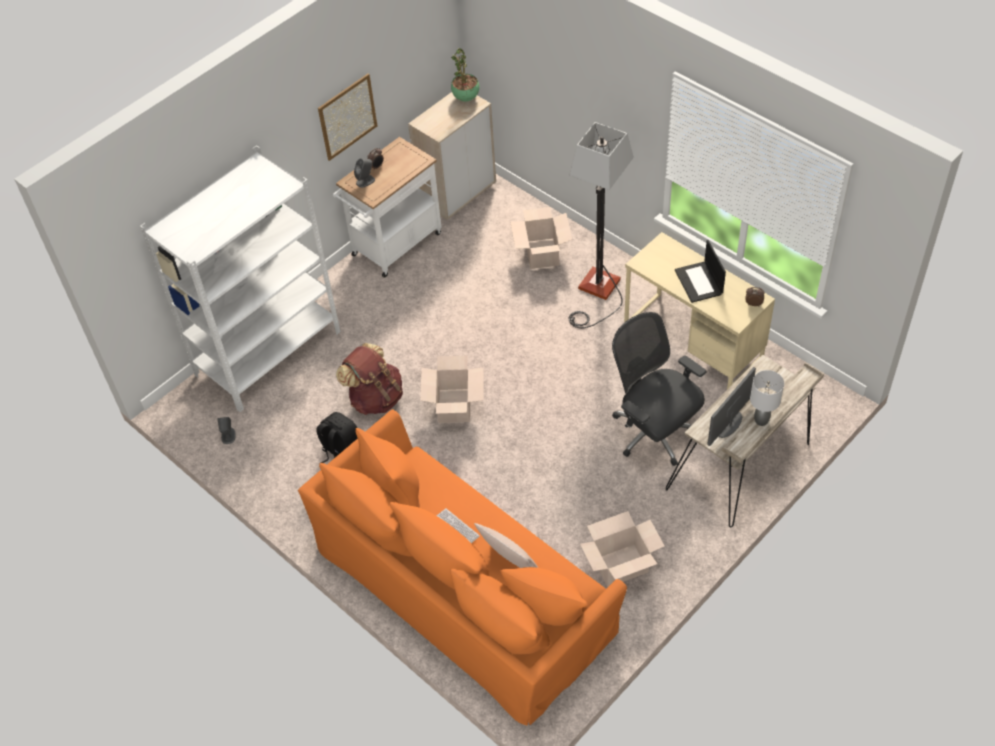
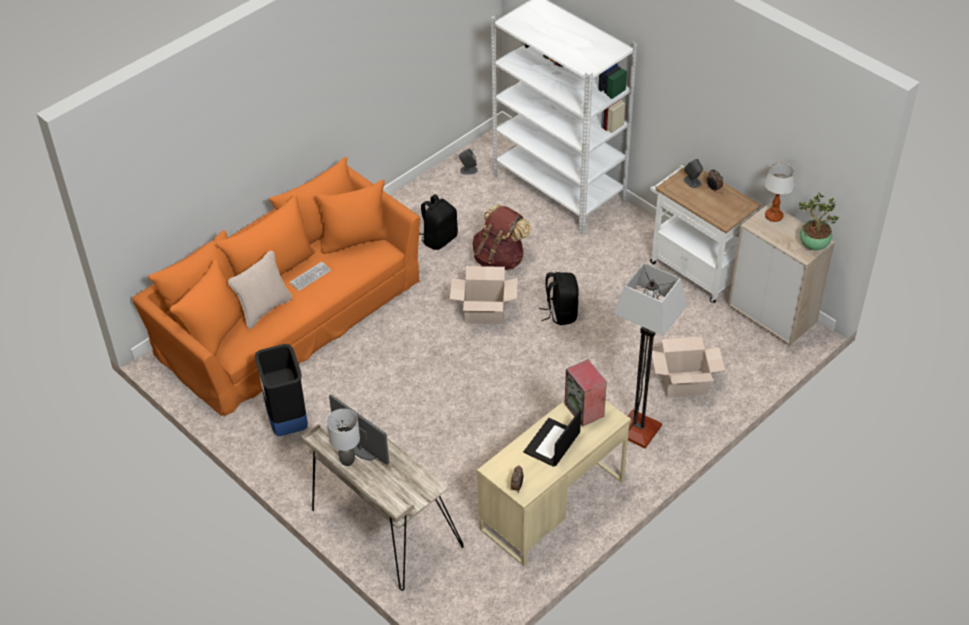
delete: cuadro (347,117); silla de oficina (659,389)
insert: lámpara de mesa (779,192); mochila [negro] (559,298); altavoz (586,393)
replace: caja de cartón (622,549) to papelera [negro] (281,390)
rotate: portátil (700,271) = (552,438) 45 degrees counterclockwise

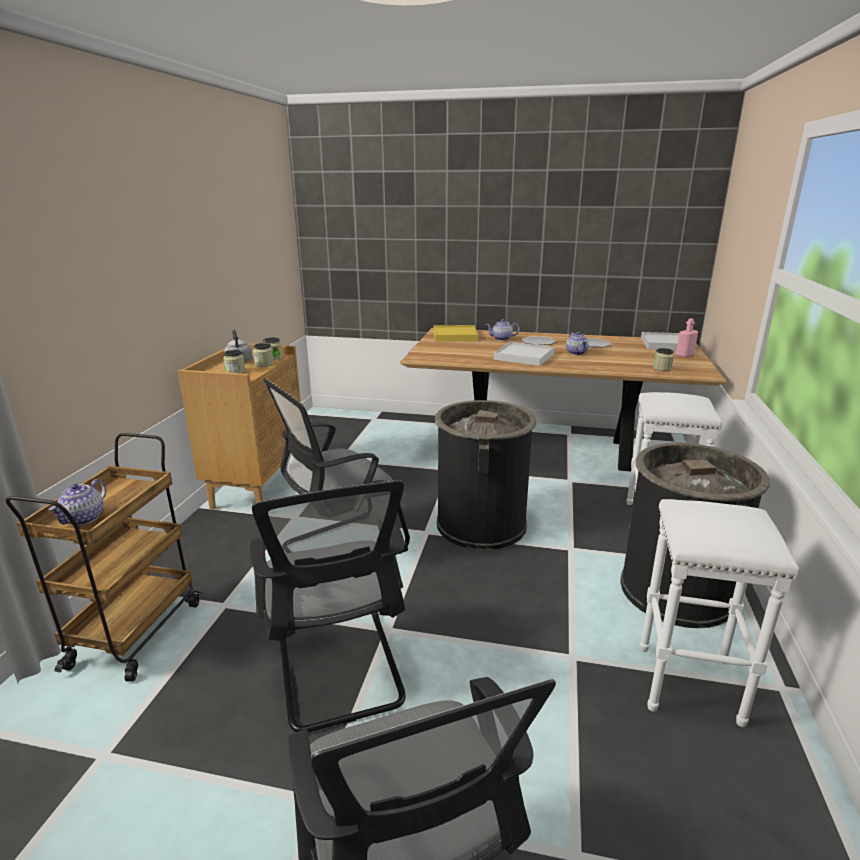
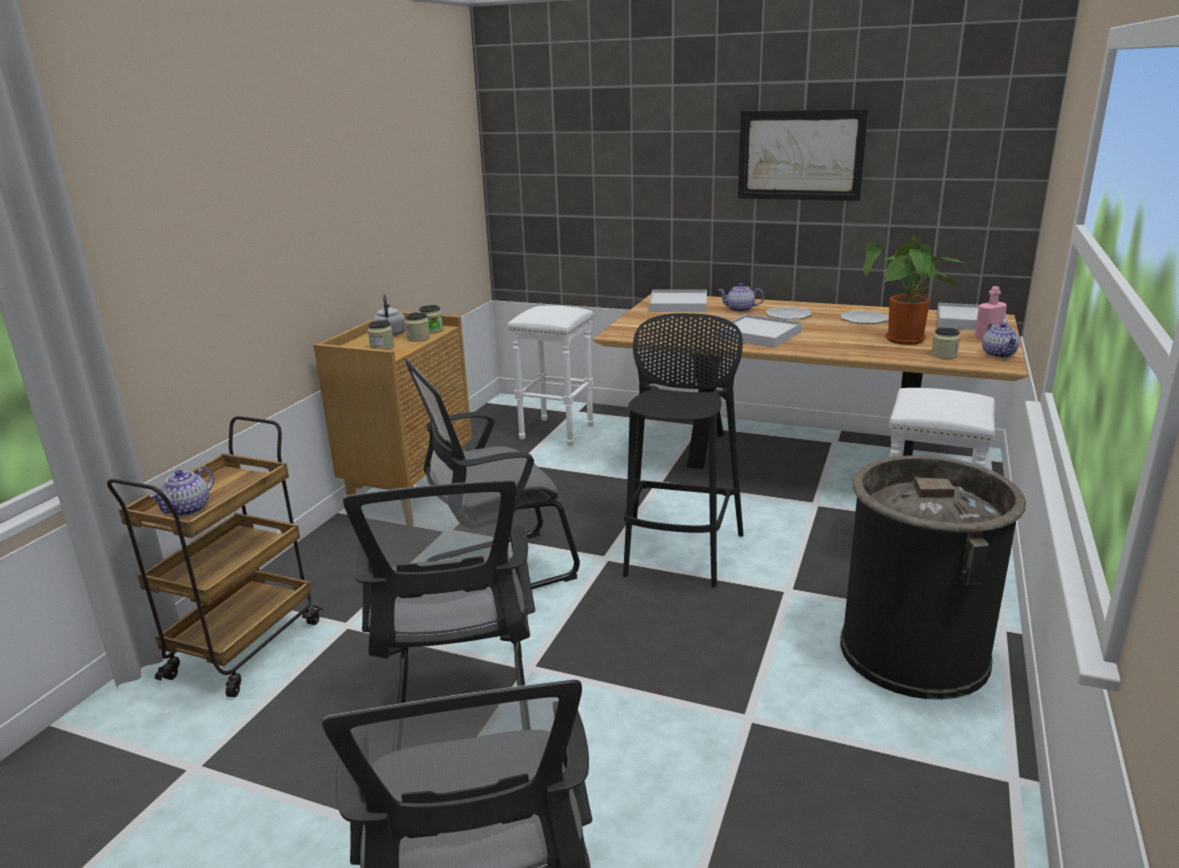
insert: cuadro (803,155); planta en maceta (915,289)
move: tetera (577,343) to (1000,340); taburete [blanco] (719,613) to (550,375)
replace: papelera [negro] (485,475) to taburete [negro] (683,450)
recolor: bandeja [amarillo] (456,333) to bandeja [blanco] (678,301)

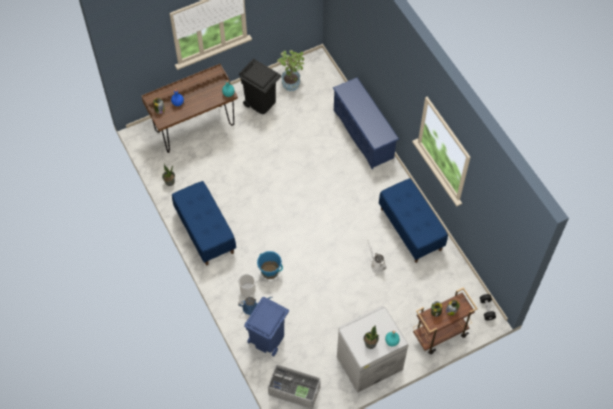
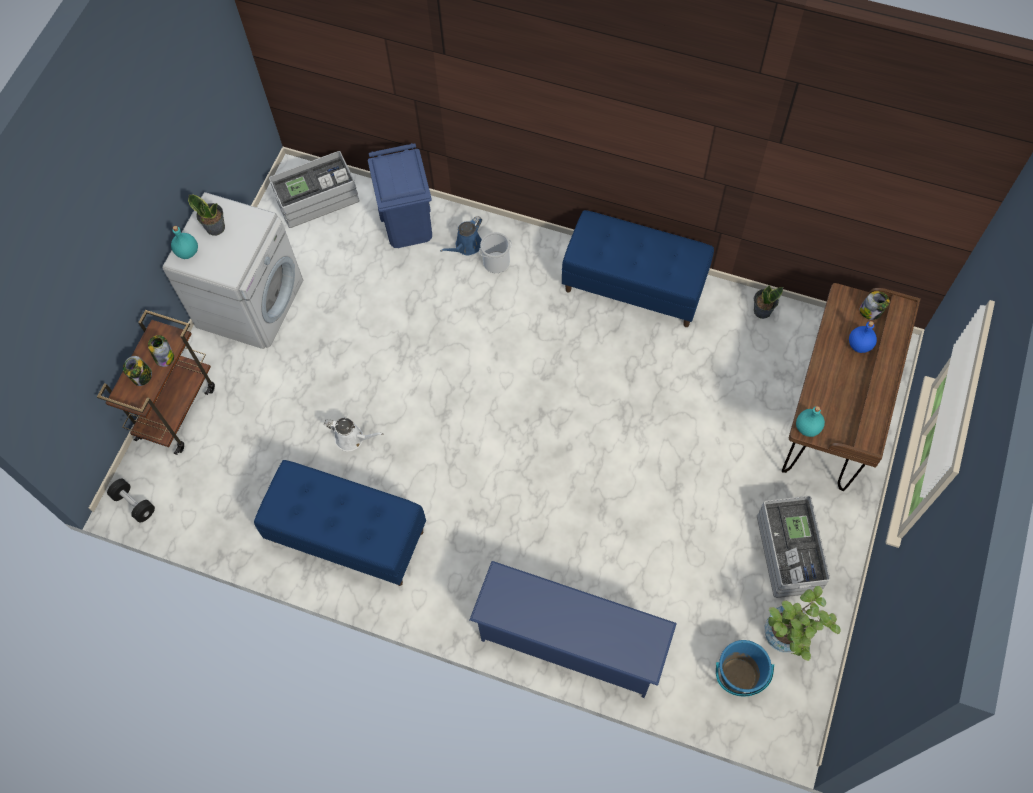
move: cubo [azul] (270,265) to (745,668)
replace: papelera [negro] (260,86) to caja de almacenaje [gris] (793,547)

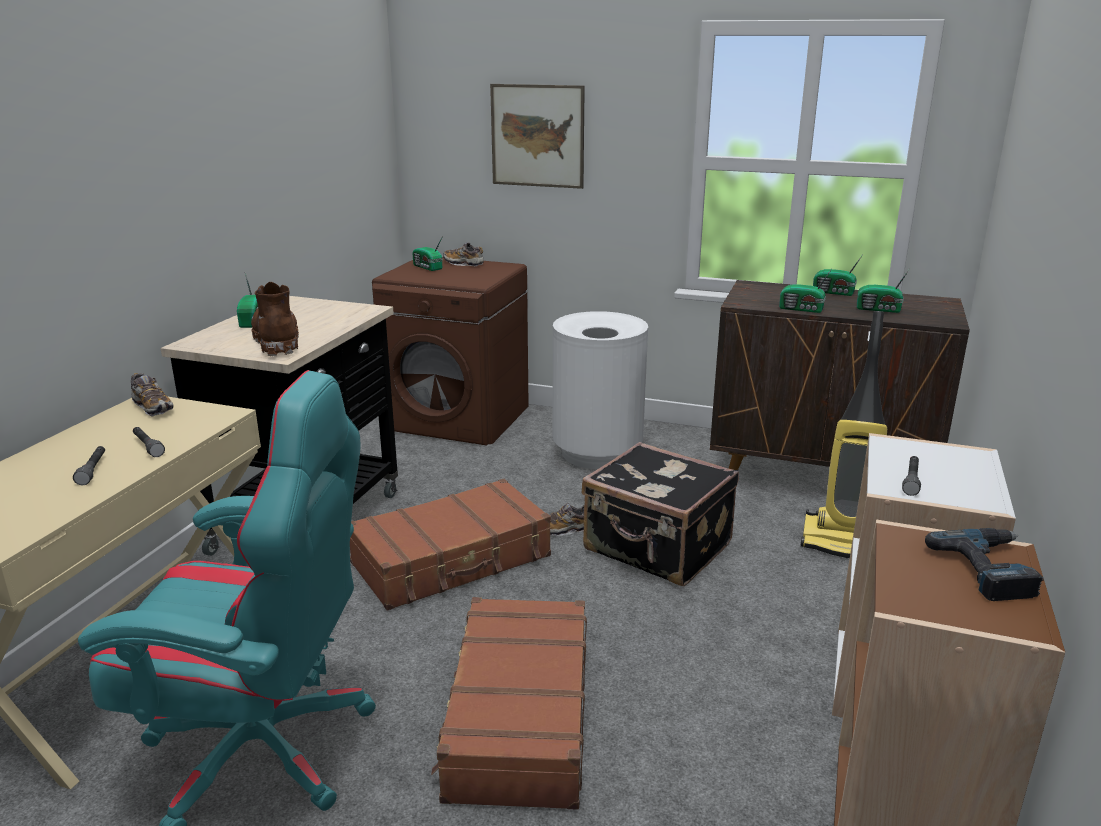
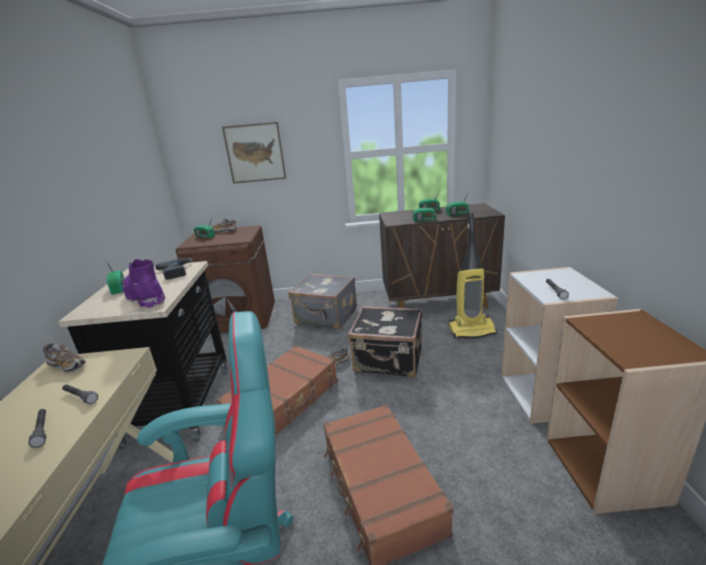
move: taladro (984,564) to (174,269)
replace: papelera [blanco] (600,390) to maleta [gris] (322,301)
recolor: bota [marrón] (275,319) to bota [morado] (144,284)

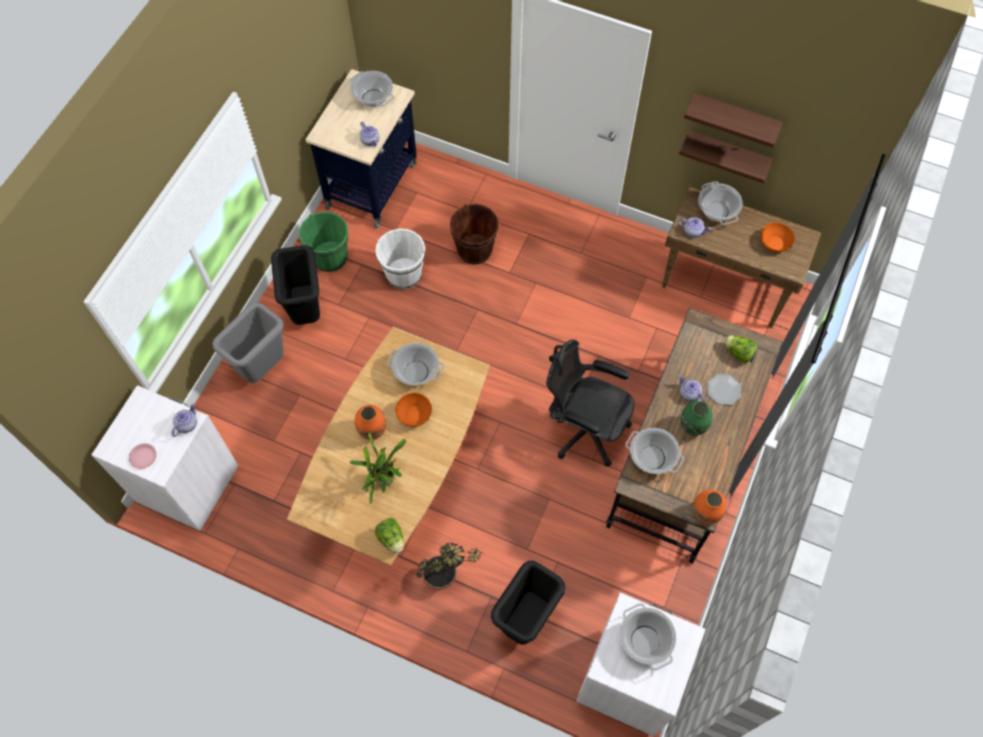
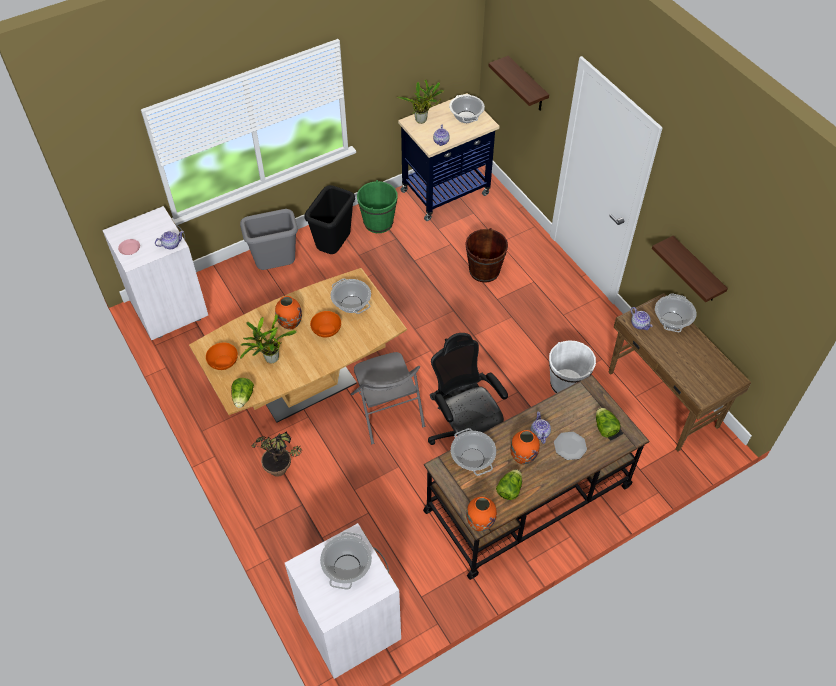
delete: papelera [negro] (528,602)
insert: planta en maceta (420,101); silla [gris] (388,398); lechuga (509,484)
move: estante (733,120) to (519,83); cuenco [naranja] (777,237) to (222,356); cubo [blanco] (400,259) to (572,366)
recolor: florero [verde] (696,418) to florero [naranja] (525,447)

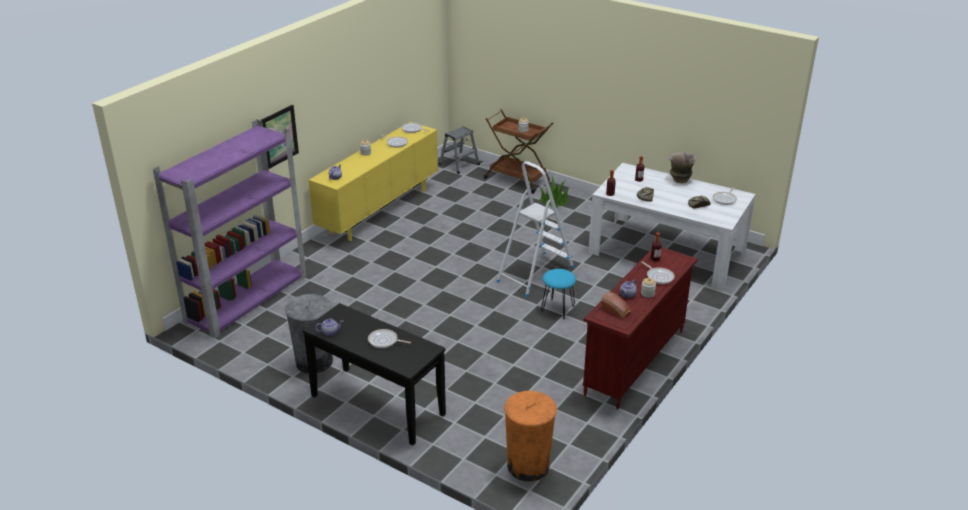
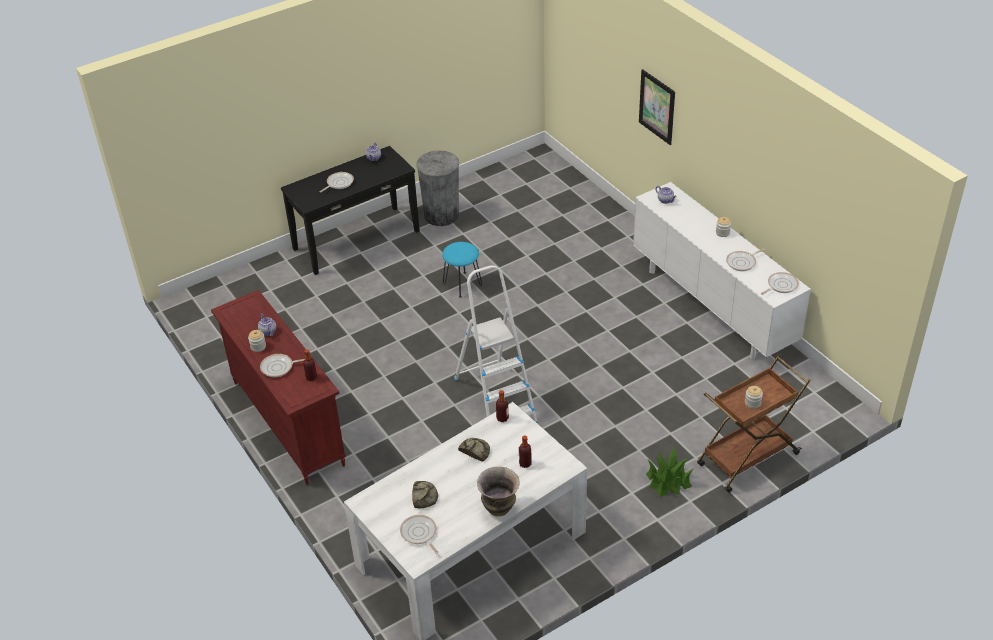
delete: estantería [morado] (230,228); escalera de tijera [gris] (459,150); pan (616,305); papelera [naranja] (530,436)
move: taburete [turquesa] (558,294) to (462,270)
recolor: armario [amarillo] (373,181) to armario [blanco] (722,270)

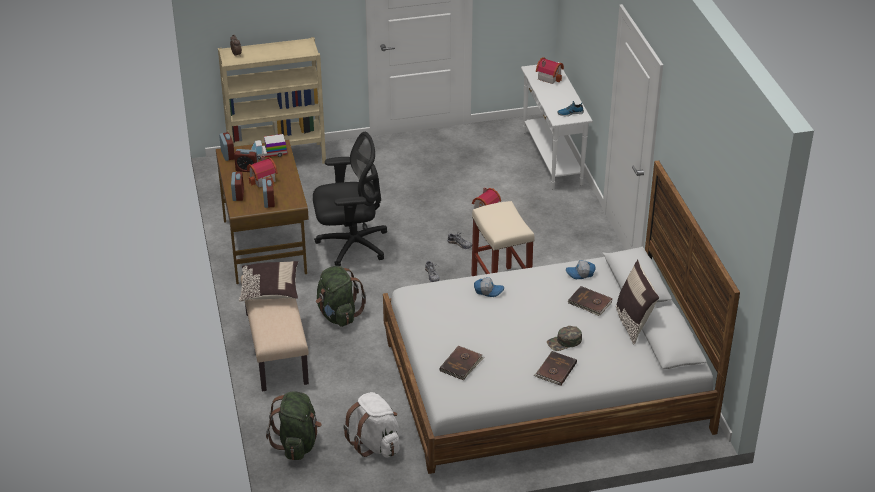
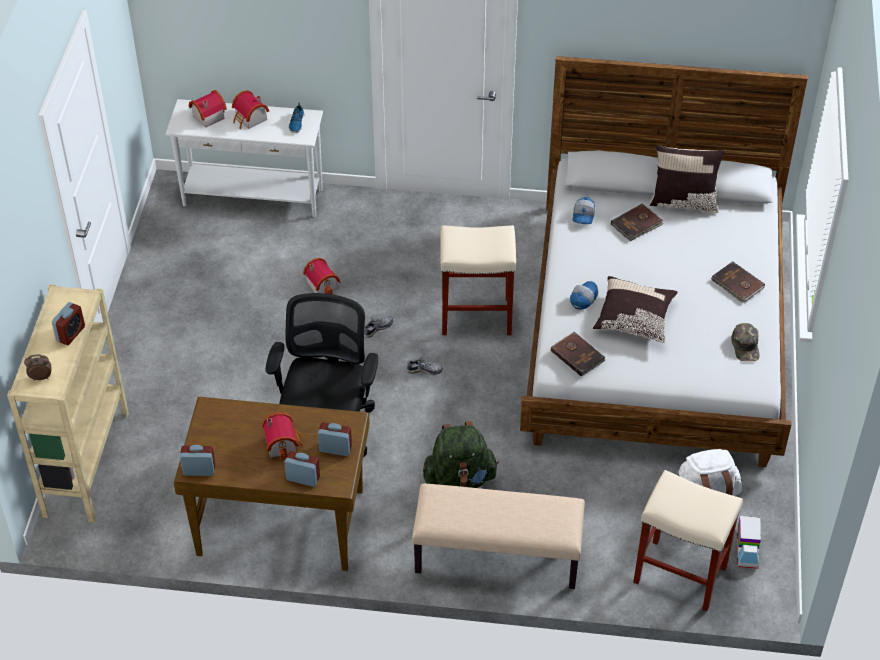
insert: casita (250,109)
move: camión de juguete (269,147) to (749,542); despertador (246,160) to (68,323); cojín (268,281) to (635,309); gorra [verde] (564,338) to (745,342); libro [marrón] (462,363) to (578,354)
replace: mochila [verde] (294,425) to taburete [beis] (688,541)

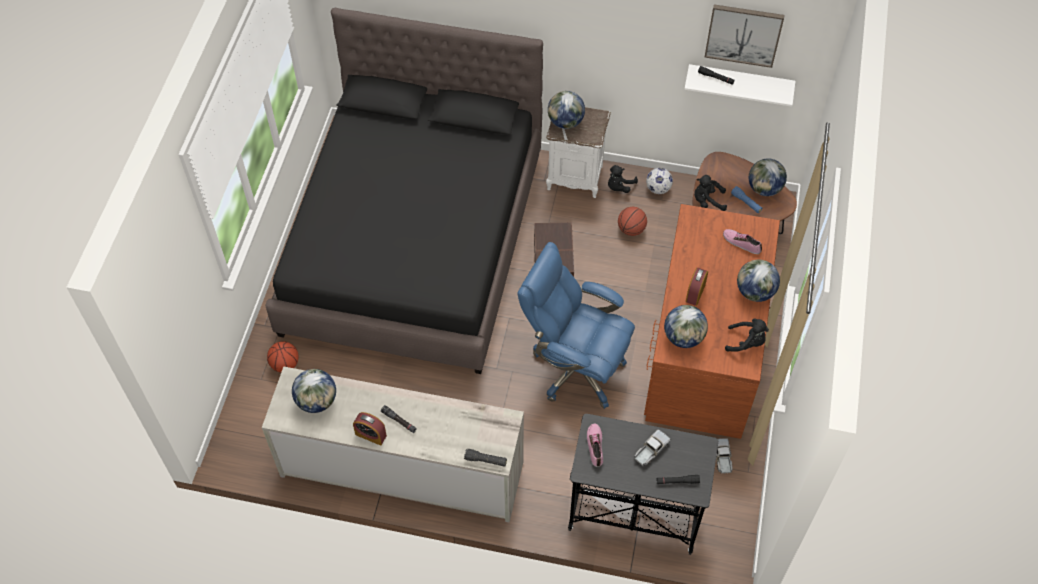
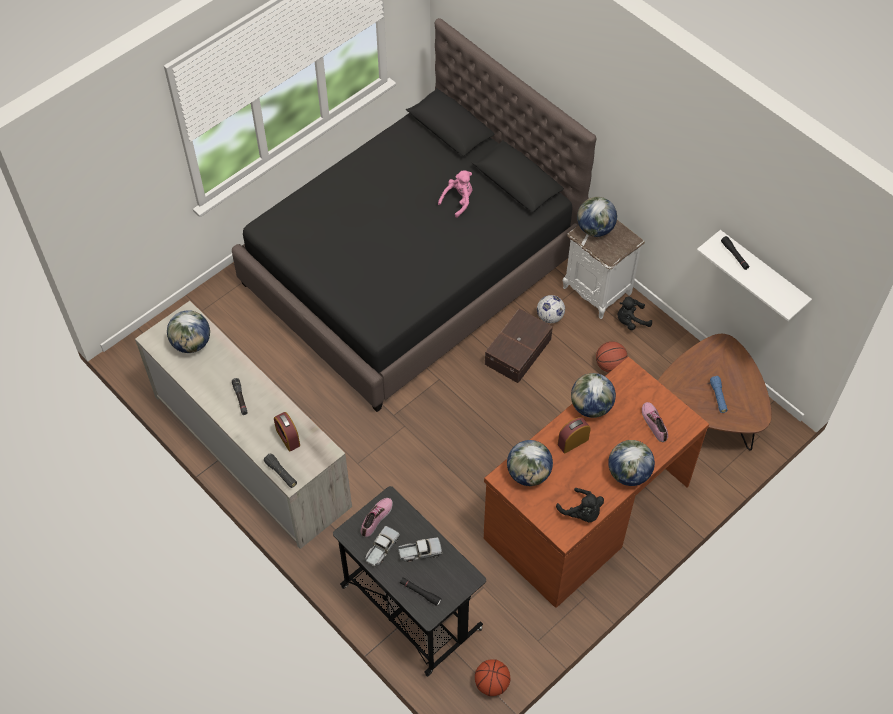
delete: cuadro (745,36); peluche [negro] (710,193); silla de oficina [azul] (576,325)
insert: peluche [rosa] (455,194)
move: globo terráqueo (768,177) to (593,395); balón de fútbol (659,181) to (551,309); balón de baloncesto (283,356) to (492,677); despertador (370,428) to (287,432); camión de juguete (724,456) to (382,546)

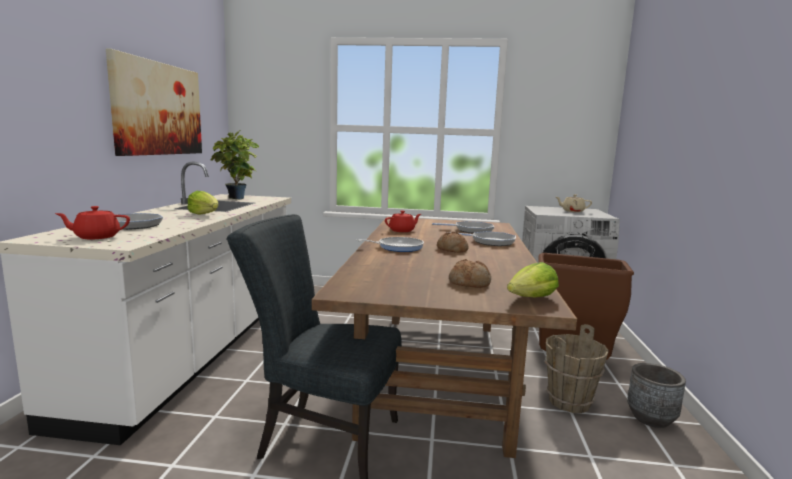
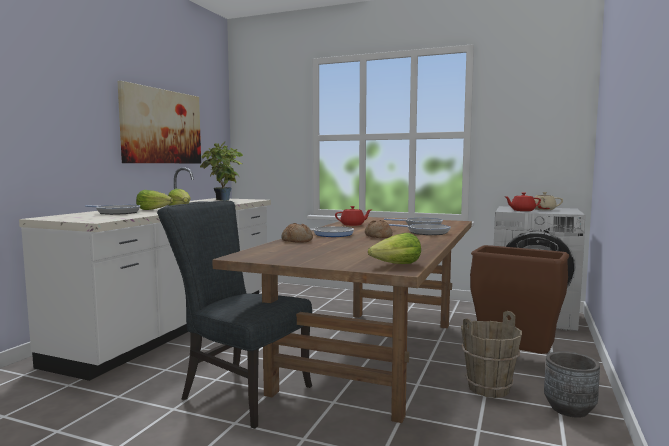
insert: lechuga (154,200)
move: tetera [rojo] (92,222) to (522,201); pan (470,273) to (297,233)

